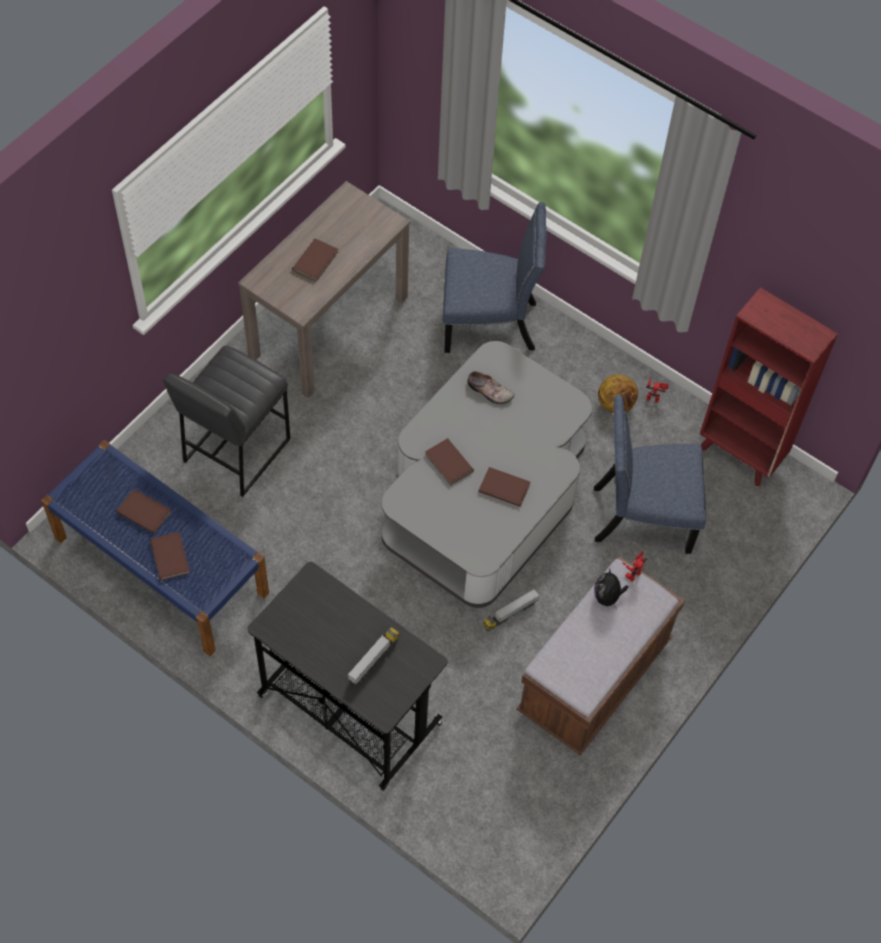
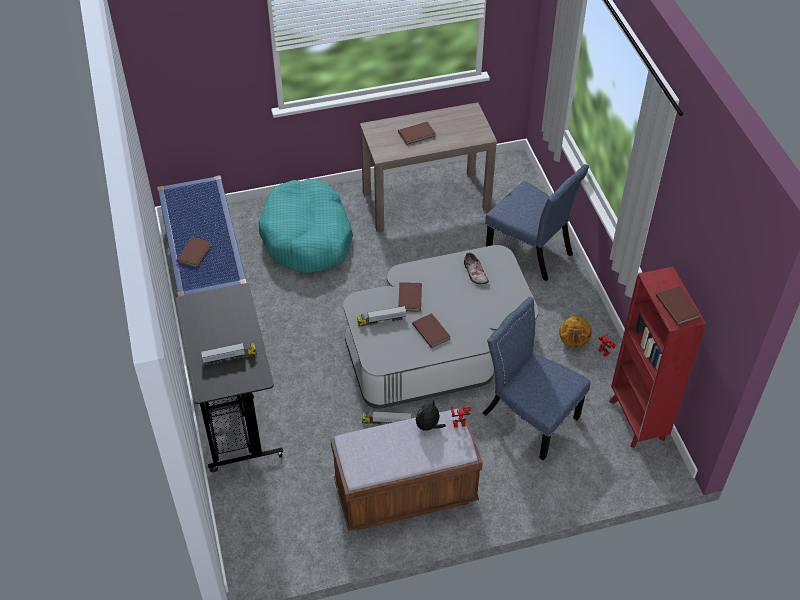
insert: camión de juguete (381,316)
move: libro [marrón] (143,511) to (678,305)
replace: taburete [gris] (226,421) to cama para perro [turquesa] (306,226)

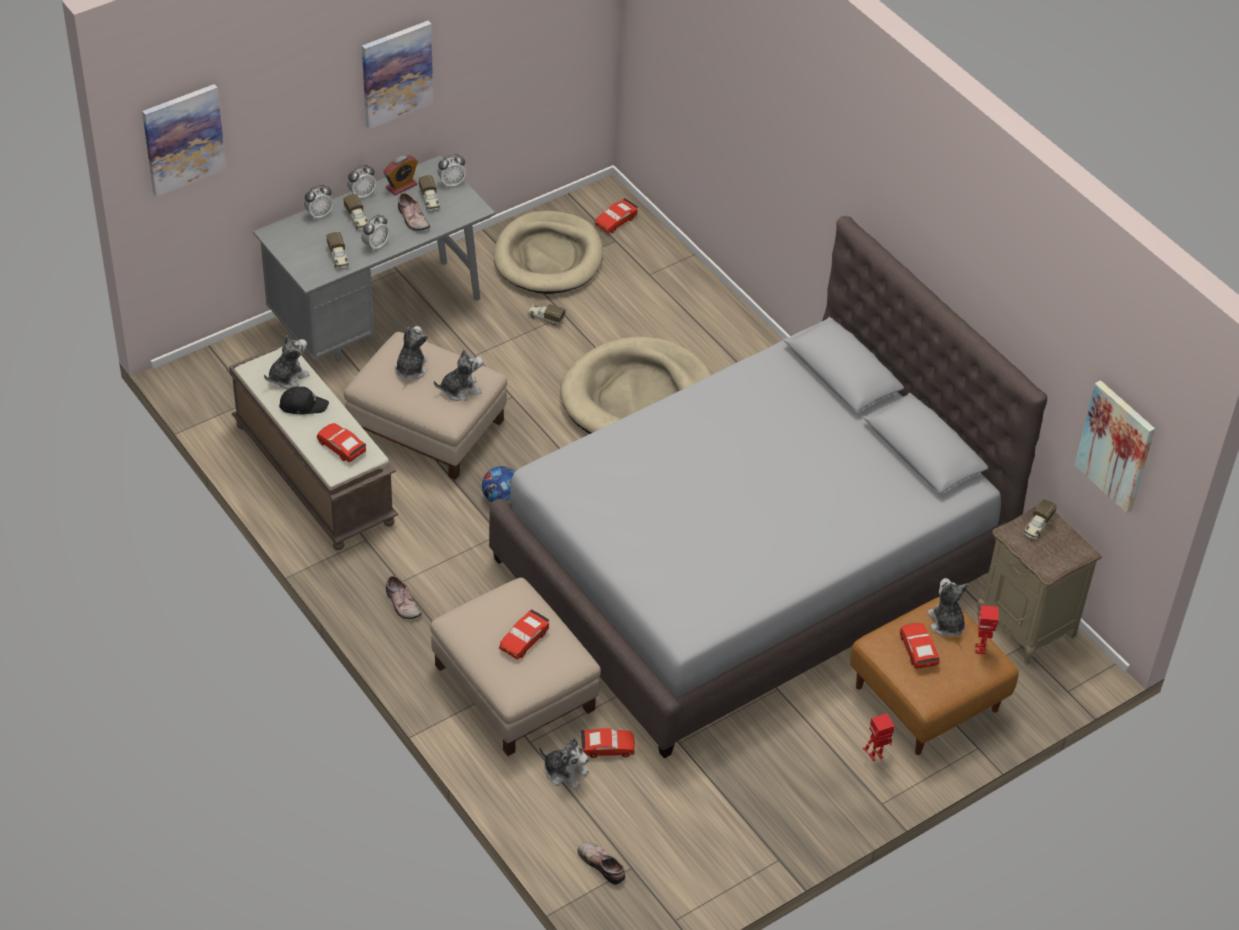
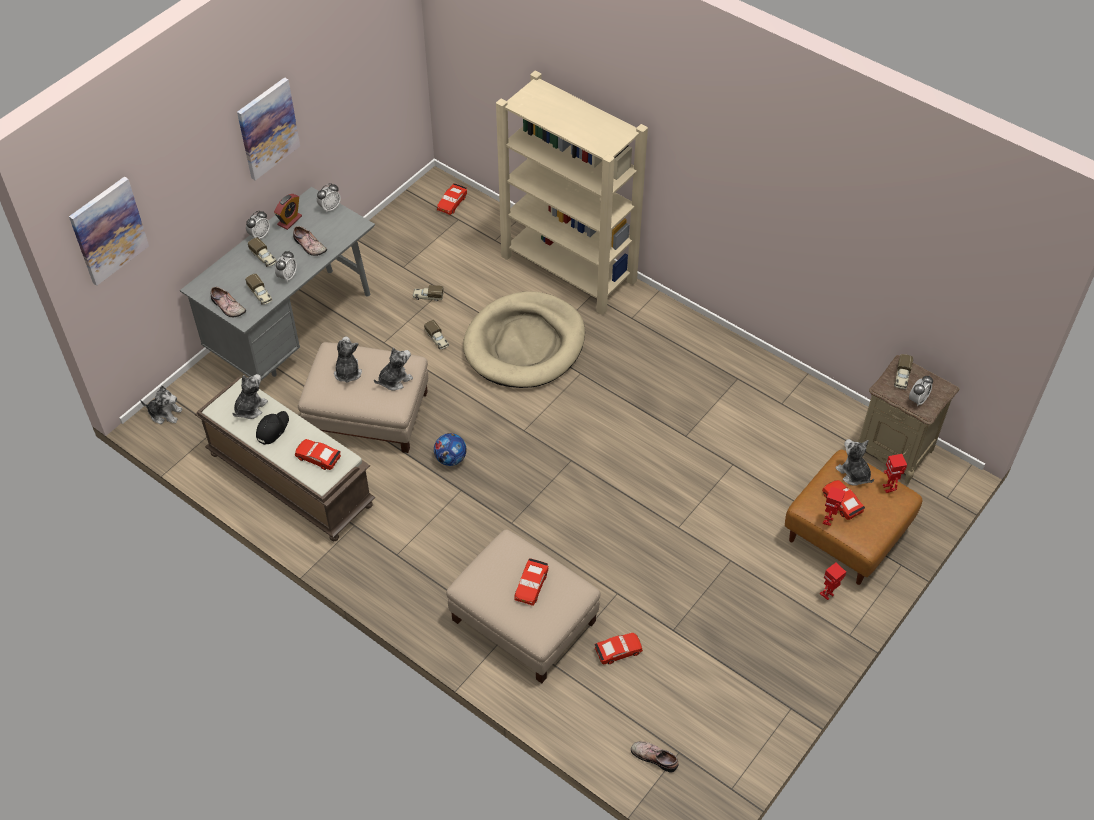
delete: cama para perro [beis] (548,252); cama [gris] (768,487); cuadro (1114,446)
insert: estantería [beis] (572,192); robot de juguete (833,506)
move: camión de juguete (429,193) to (436,335); despertador (318,202) to (921,391); zapato (404,597) to (228,302); peluche (564,764) to (161,405)
rotate: gorra [negro] (304,400) = (272,428) 45 degrees counterclockwise

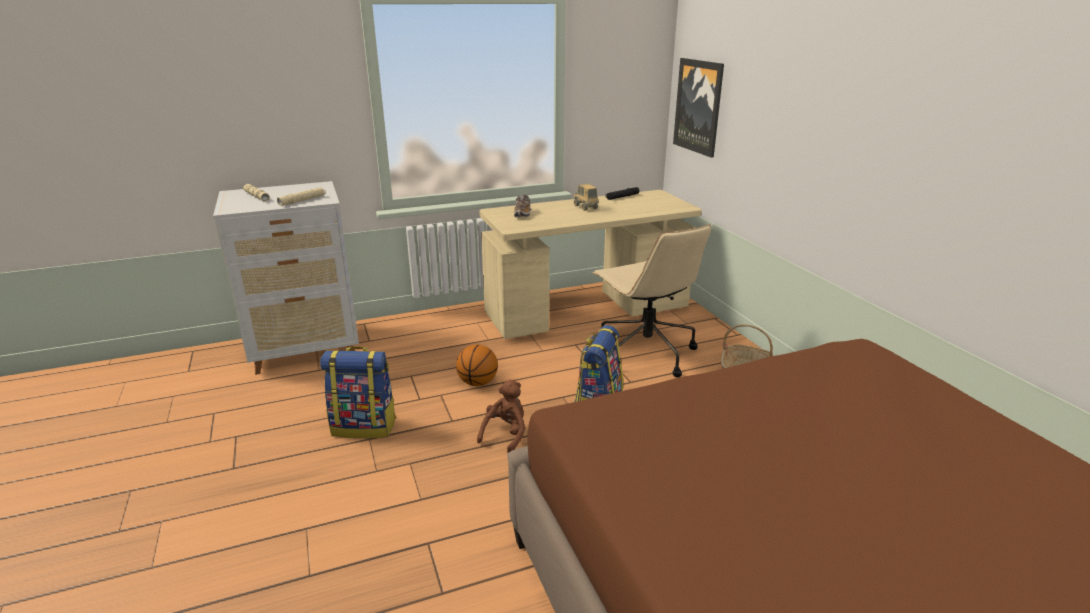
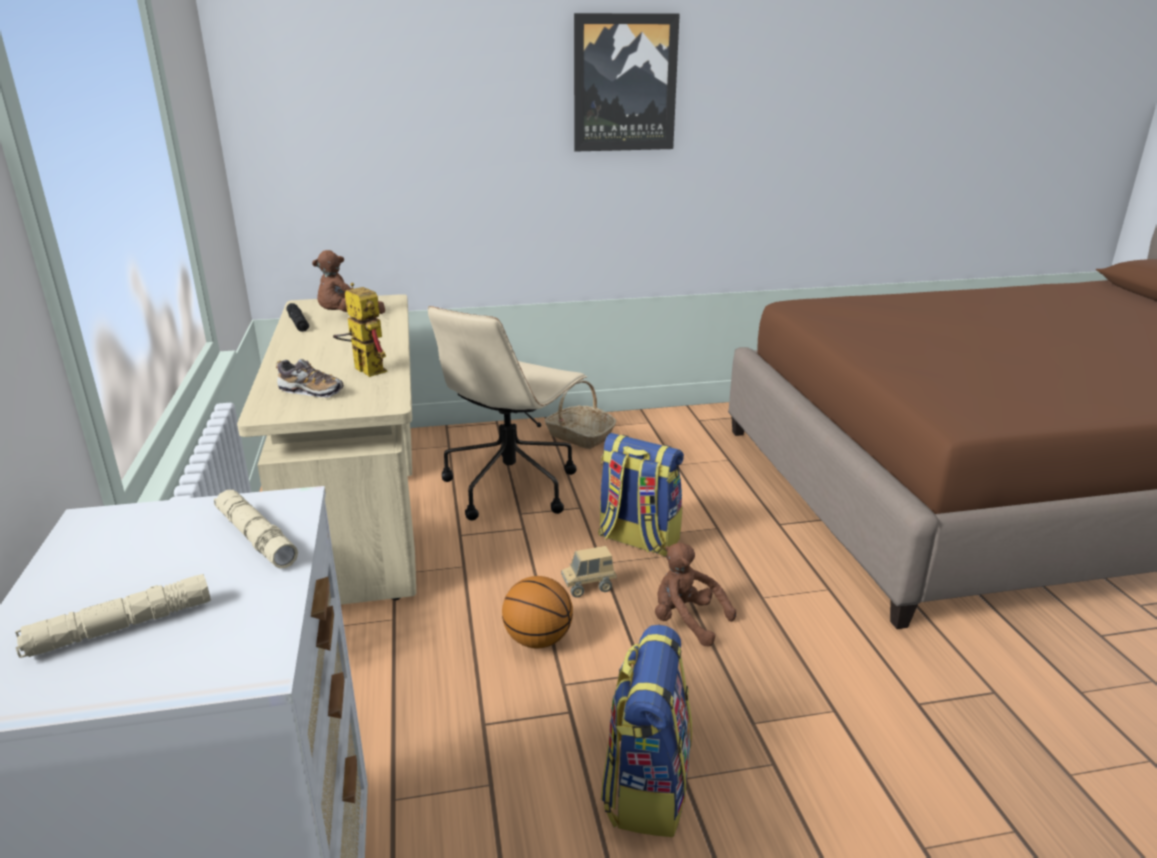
insert: peluche [marrón] (348,282); robot de juguete (360,330)
move: cuadro (698,108) to (627,82); camión de juguete (586,197) to (589,572)
rotate: silla de oficina [beis] (651,301) = (507,413) 135 degrees clockwise

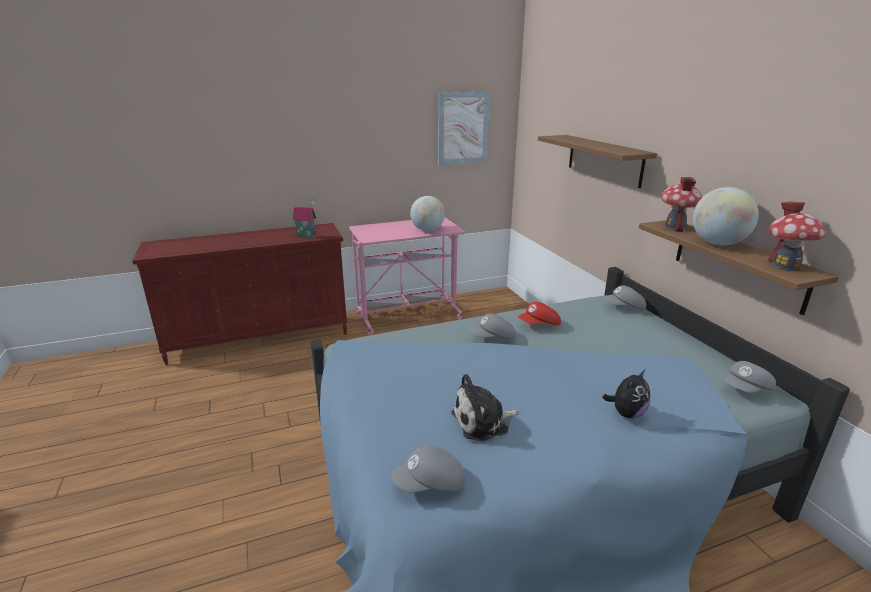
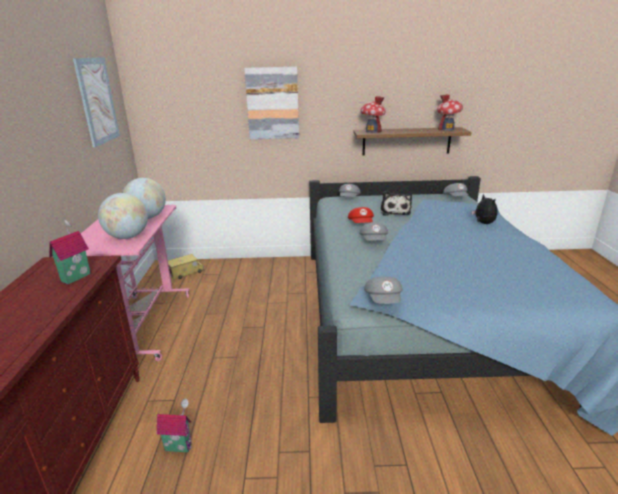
insert: camión de juguete (186,267); casita (174,425)
move: globo terráqueo (725,216) to (123,216); peluche (485,408) to (396,203); gorra [gris] (428,469) to (383,290)
replace: estante [marrón] (597,161) to cuadro (271,103)

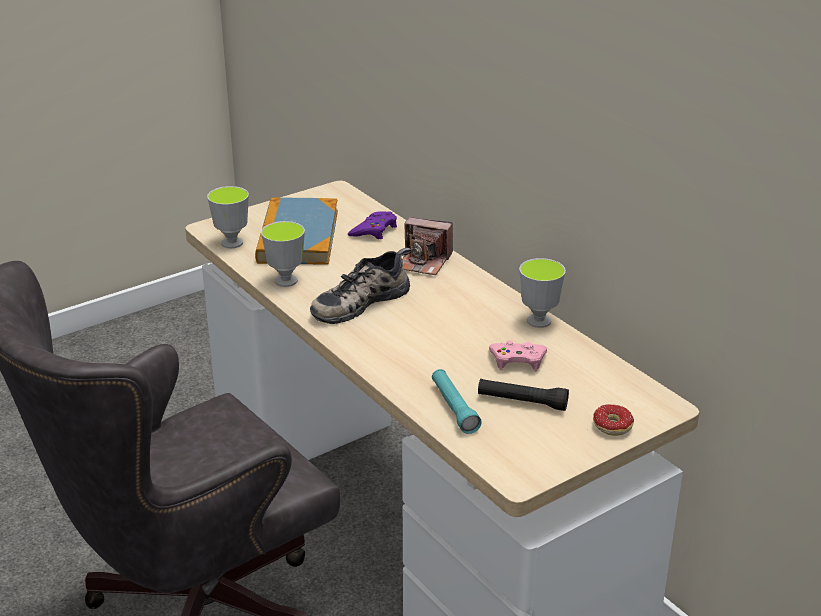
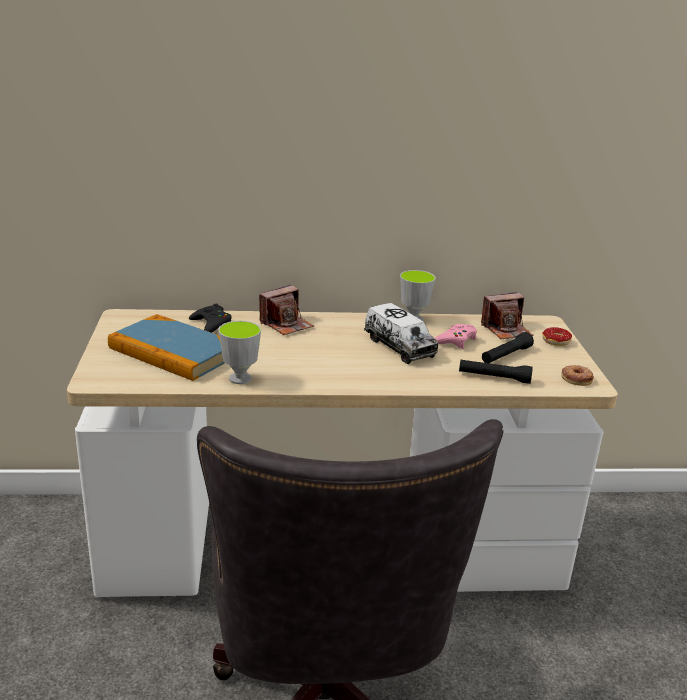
delete: taza (228,217); zapato (360,286)
insert: cámara (507,315); camión de juguete (401,333); rosquilla (578,375)
recolor: mando de consola [morado] (372,225) to mando de consola [negro] (210,318); linterna [turquesa] (457,401) to linterna [negro] (496,371)

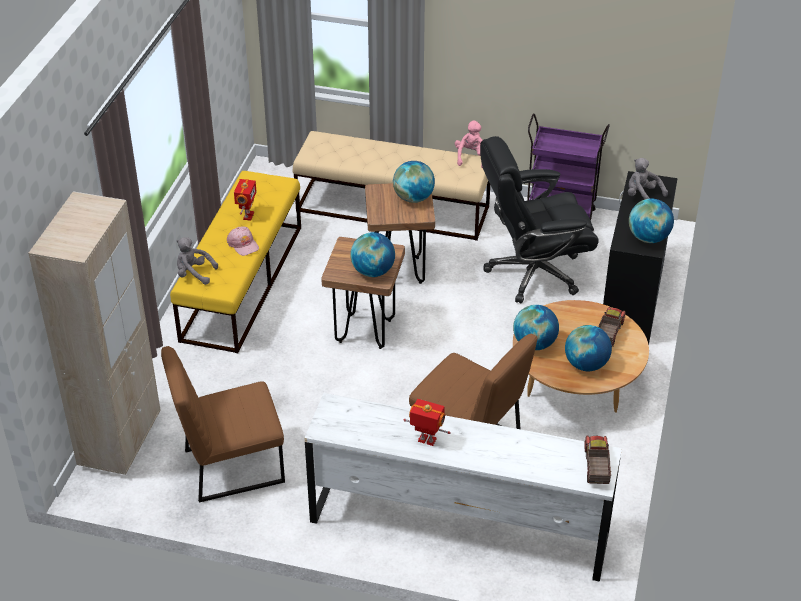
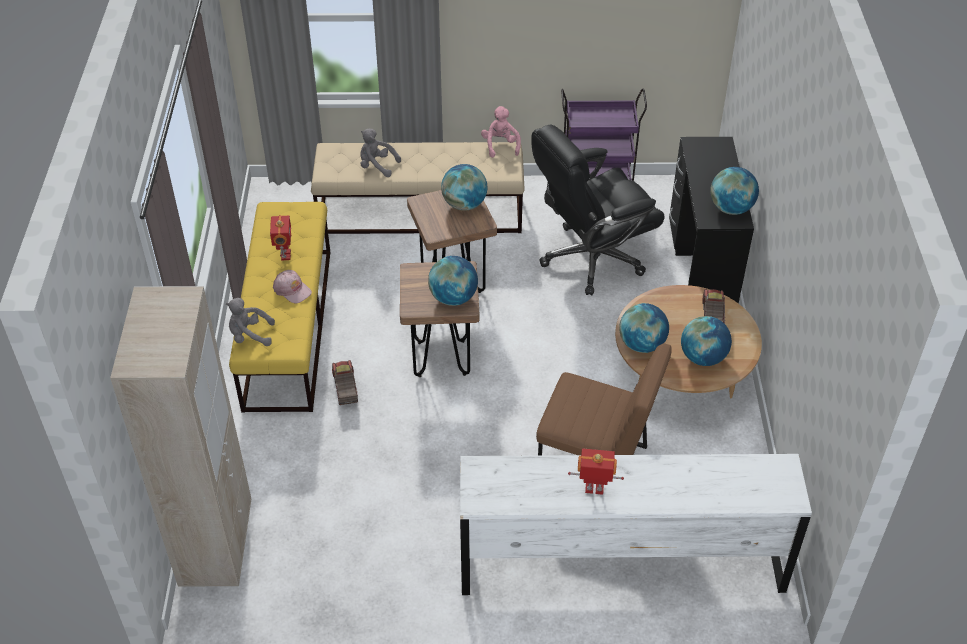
delete: silla [marrón] (223,424)
move: peluche [gris] (648,178) to (380,152); camión de juguete (597,459) to (345,382)

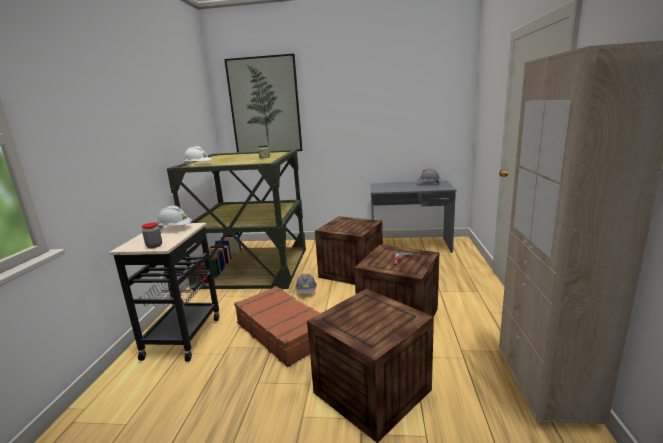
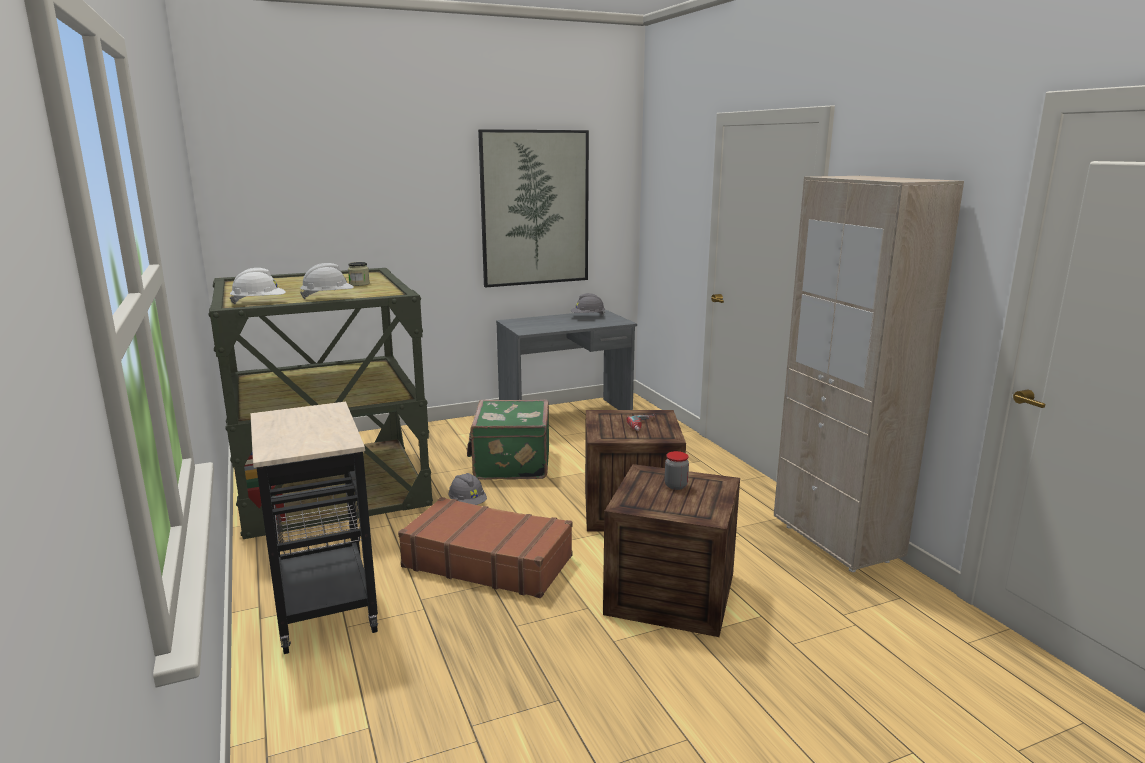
move: cuadro (263,103) to (533,208); casco [blanco] (174,217) to (327,281); tarro (152,235) to (677,470)
replace: caja de embalaje (349,250) to maleta [verde] (508,440)

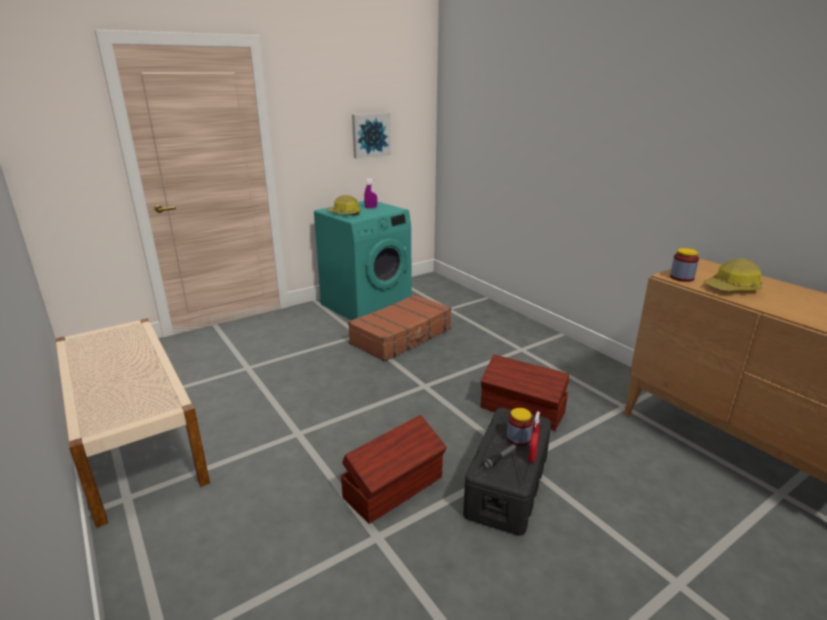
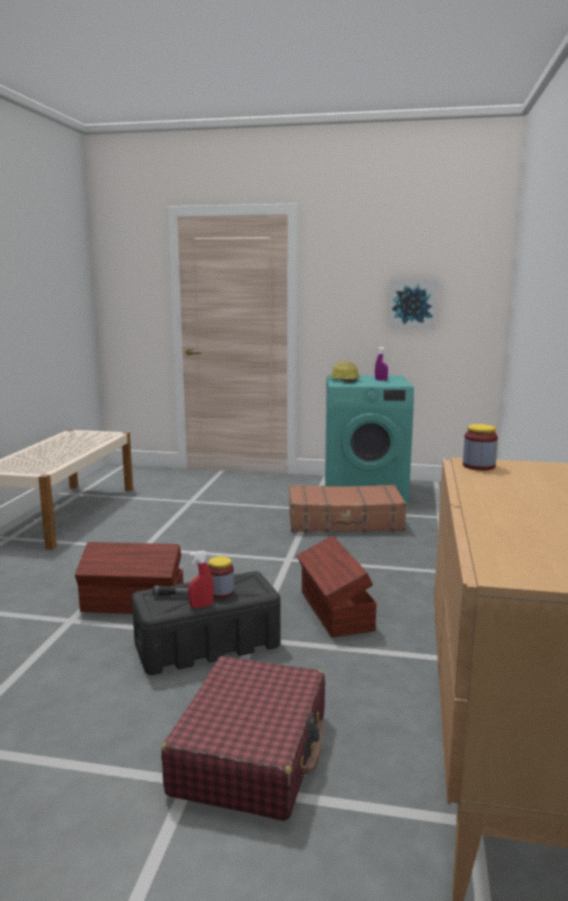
delete: casco (733,275)
insert: maleta [rojo] (243,738)

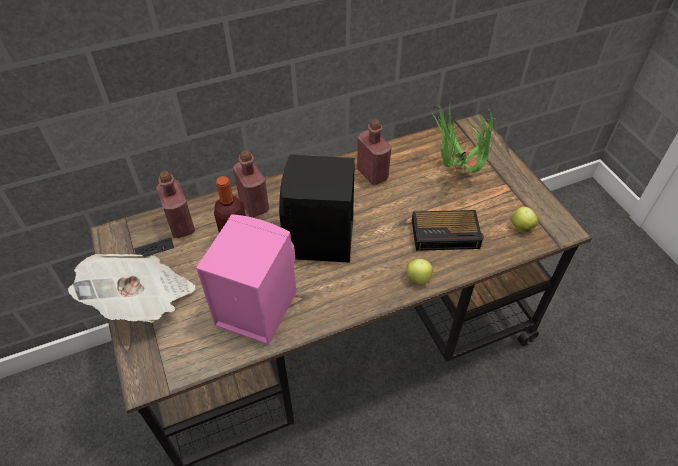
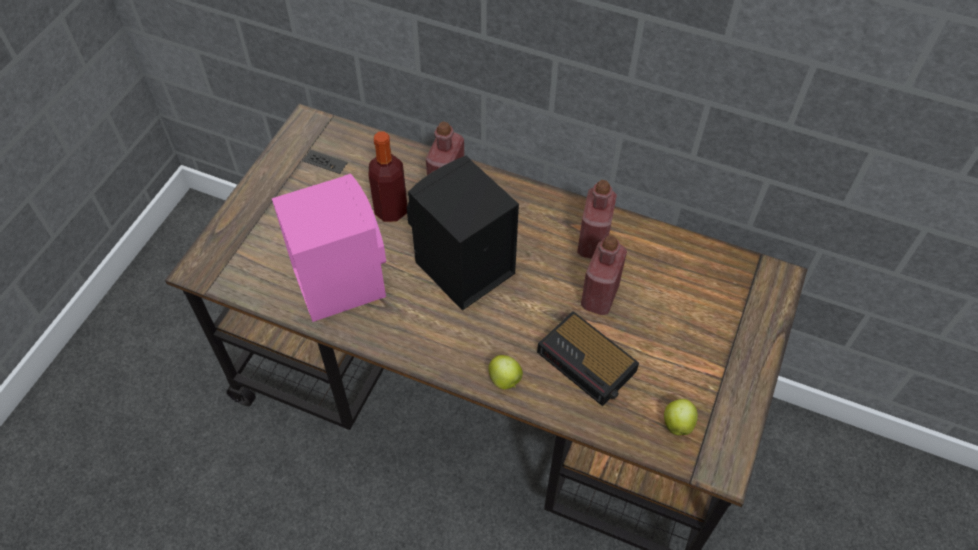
delete: planta en maceta (464,138); periódico (131,288)
move: botella [rojo] (175,204) to (604,275)

